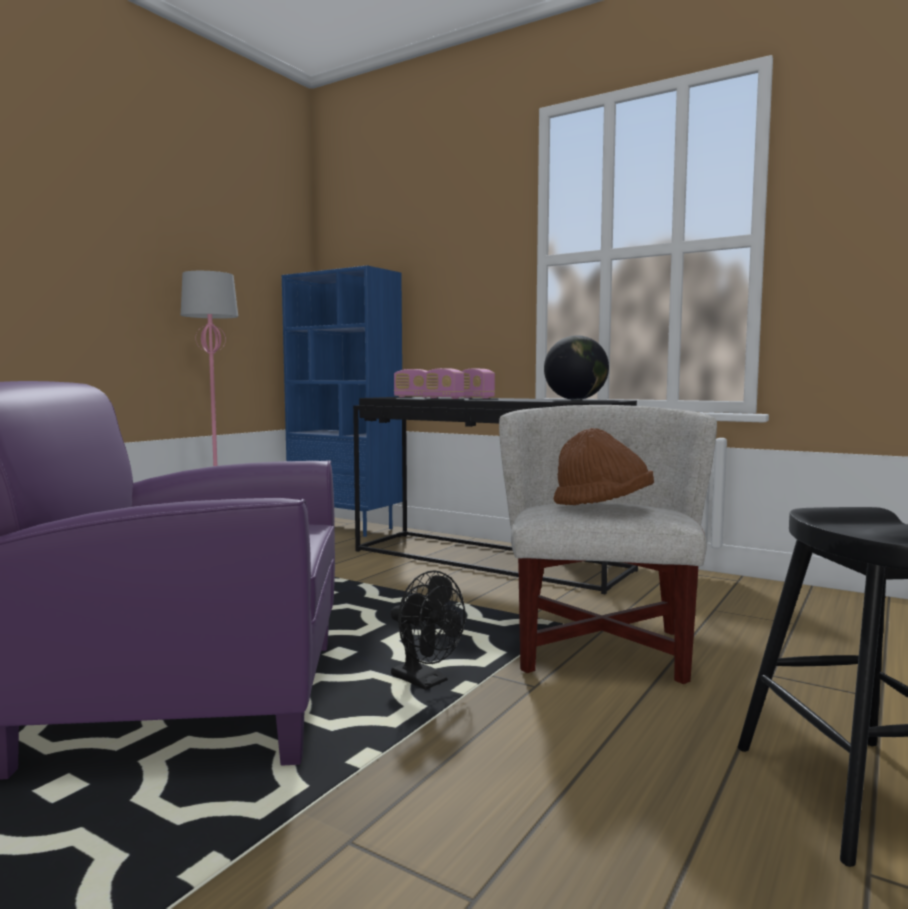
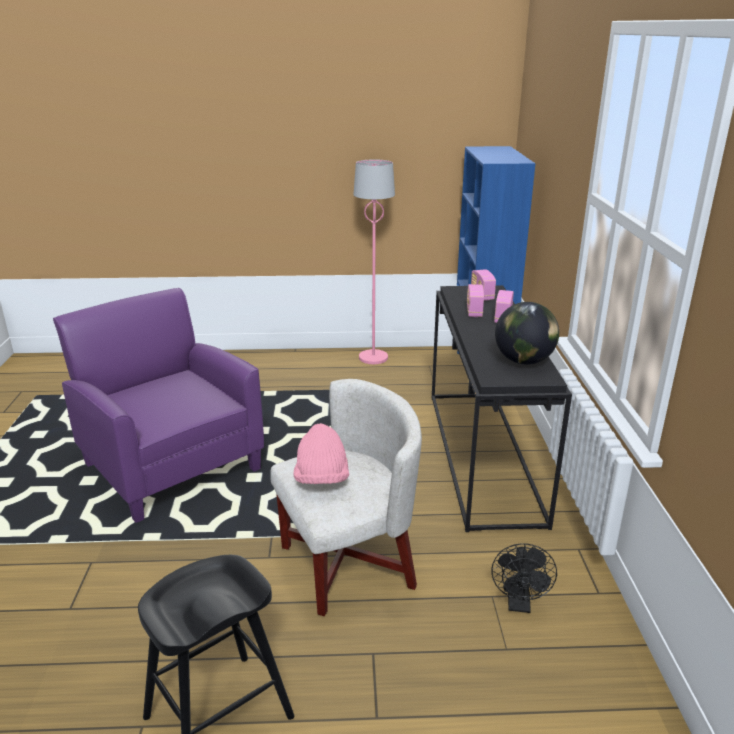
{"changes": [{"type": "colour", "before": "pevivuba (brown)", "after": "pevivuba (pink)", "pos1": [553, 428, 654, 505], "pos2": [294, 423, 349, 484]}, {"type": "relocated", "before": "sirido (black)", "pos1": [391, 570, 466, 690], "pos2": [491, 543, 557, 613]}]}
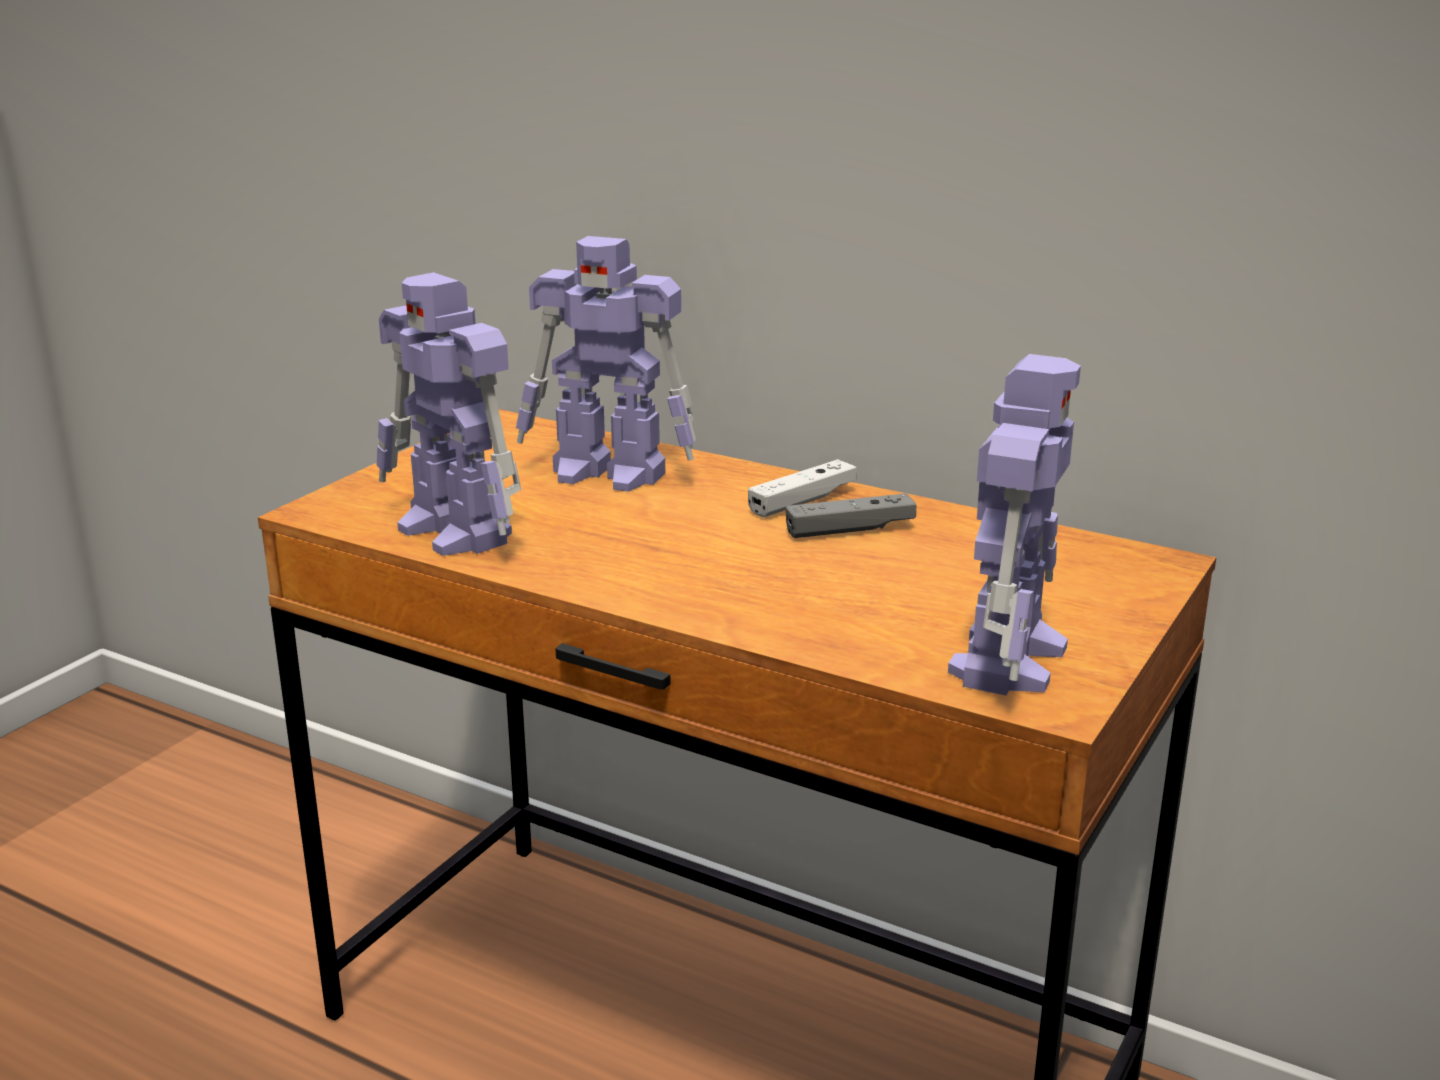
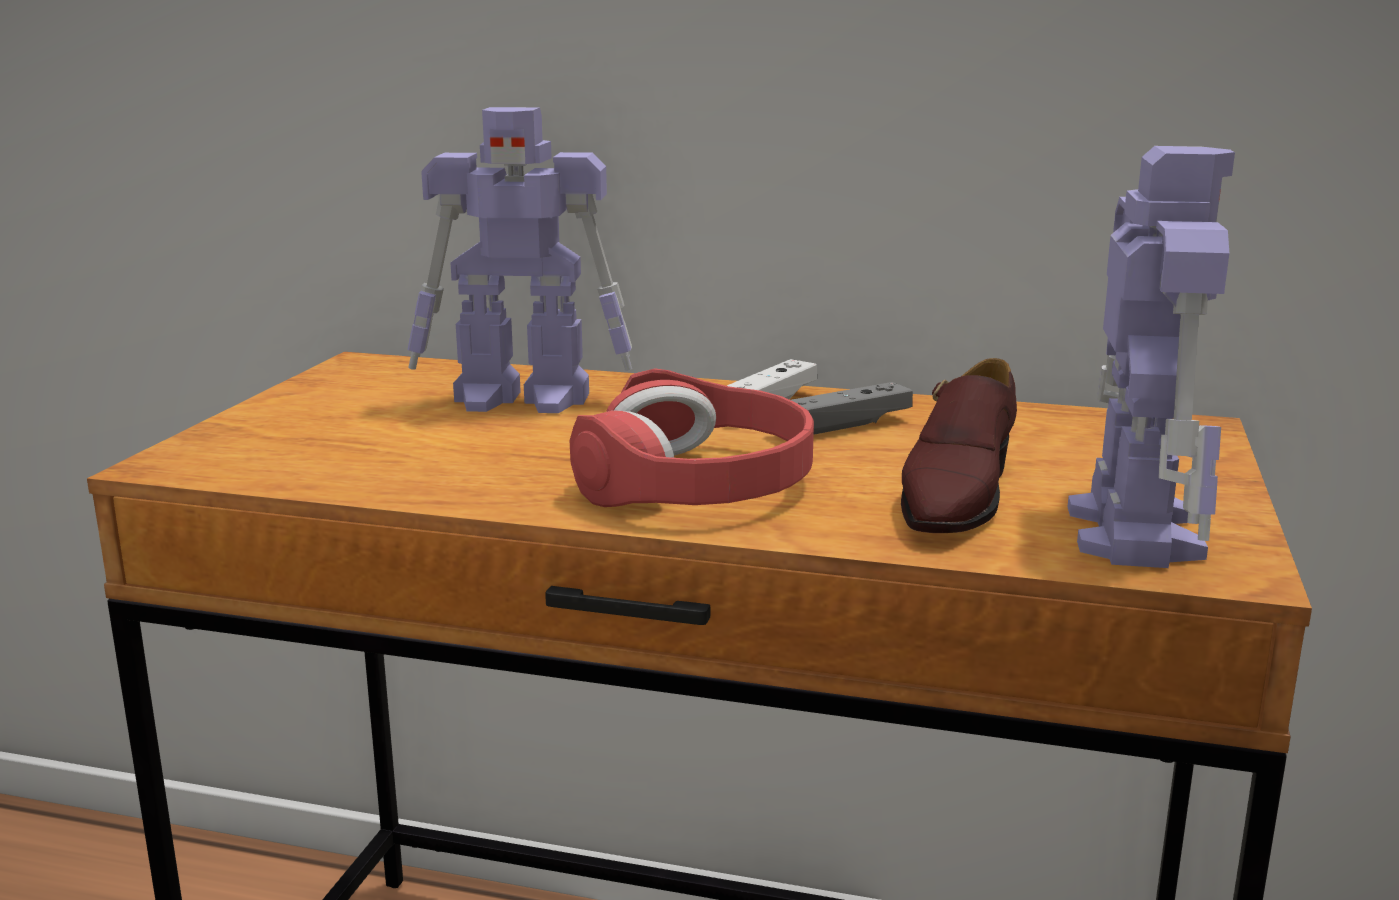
{"changes": [{"type": "appeared", "after": "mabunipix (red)", "pos2": [570, 368, 814, 507]}, {"type": "appeared", "after": "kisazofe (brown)", "pos2": [901, 358, 1017, 533]}, {"type": "missing", "before": "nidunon", "pos1": [376, 272, 521, 556]}]}
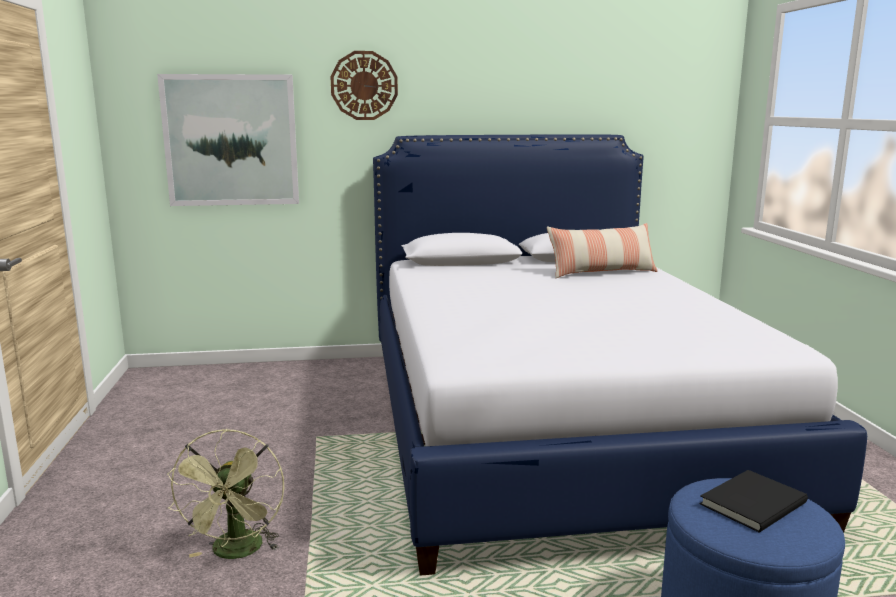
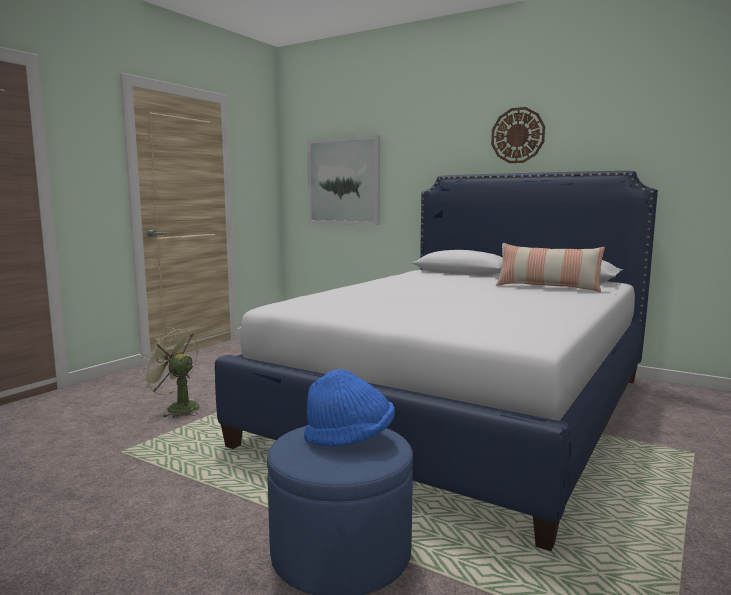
{"changes": [{"type": "spun", "before": "sirido (green)", "pos1": [167, 429, 284, 559], "pos2": [139, 327, 199, 418], "turn": 75}, {"type": "exchanged", "before": "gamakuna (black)", "after": "pevivuba (blue)", "pos1": [700, 470, 808, 533], "pos2": [304, 369, 395, 447]}, {"type": "relocated", "before": "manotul", "pos1": [330, 51, 398, 120], "pos2": [491, 107, 545, 163]}]}
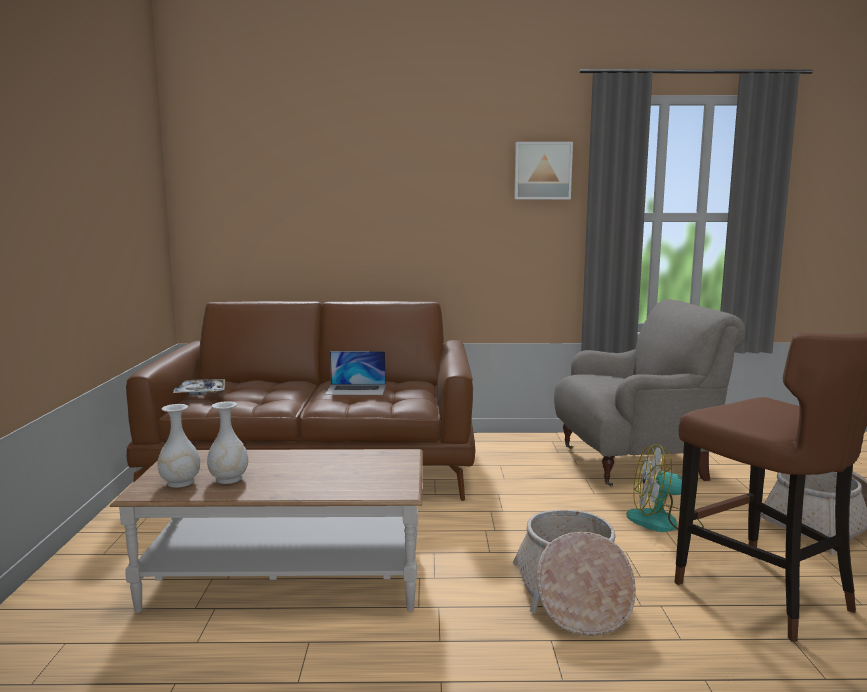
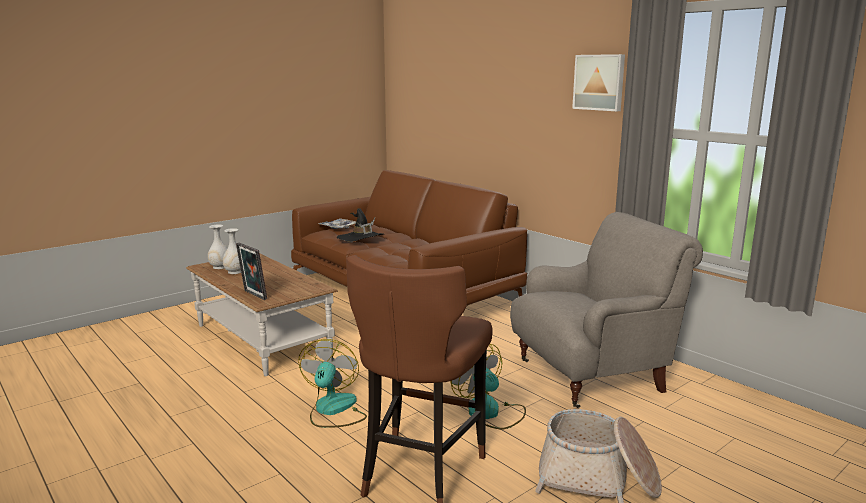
{"changes": [{"type": "appeared", "after": "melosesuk", "pos2": [236, 243, 267, 300]}, {"type": "exchanged", "before": "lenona", "after": "sirido", "pos1": [513, 510, 636, 636], "pos2": [298, 339, 367, 428]}, {"type": "appeared", "after": "pevivuba (black)", "pos2": [337, 208, 384, 242]}, {"type": "spun", "before": "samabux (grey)", "pos1": [554, 299, 746, 487], "pos2": [510, 212, 703, 408], "turn": -60}, {"type": "missing", "before": "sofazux", "pos1": [325, 351, 386, 395]}]}
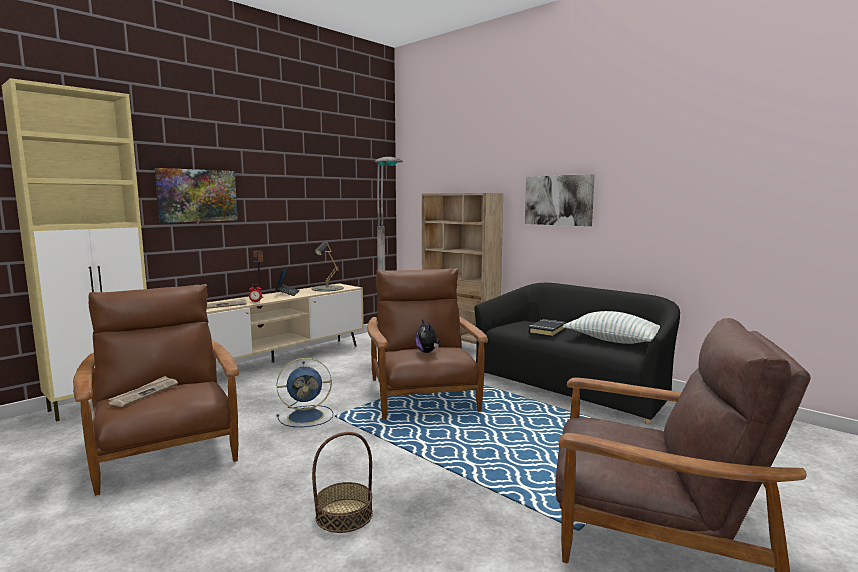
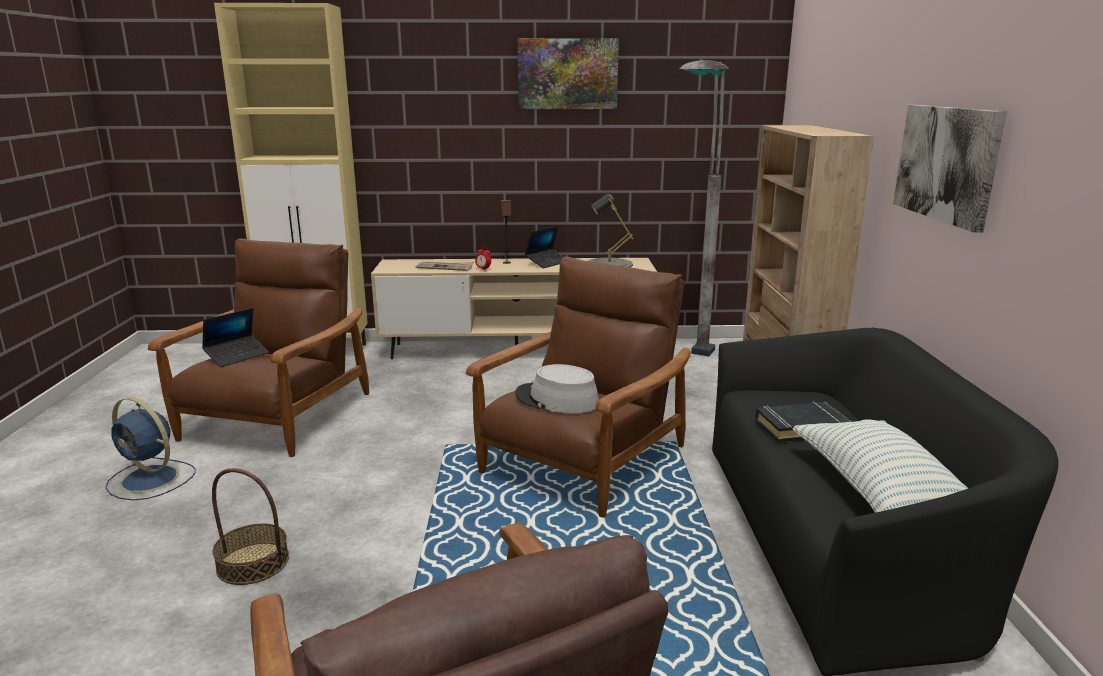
{"changes": [{"type": "relocated", "before": "sirido (blue)", "pos1": [277, 358, 333, 427], "pos2": [105, 397, 196, 500]}, {"type": "exchanged", "before": "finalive", "after": "sofazux", "pos1": [108, 376, 178, 407], "pos2": [202, 308, 269, 367]}, {"type": "exchanged", "before": "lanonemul", "after": "pevivuba (grey)", "pos1": [415, 319, 440, 353], "pos2": [515, 364, 599, 413]}, {"type": "relocated", "before": "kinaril", "pos1": [155, 168, 238, 223], "pos2": [518, 38, 619, 109]}]}
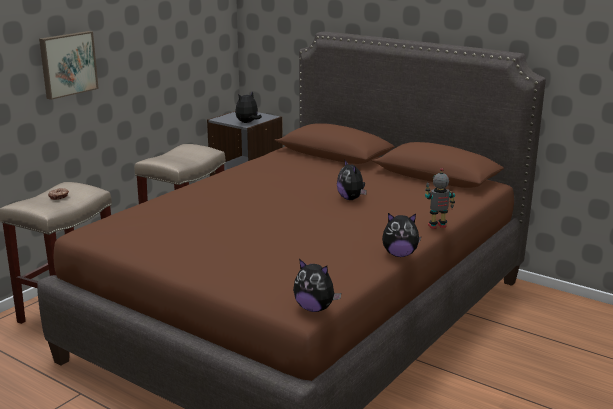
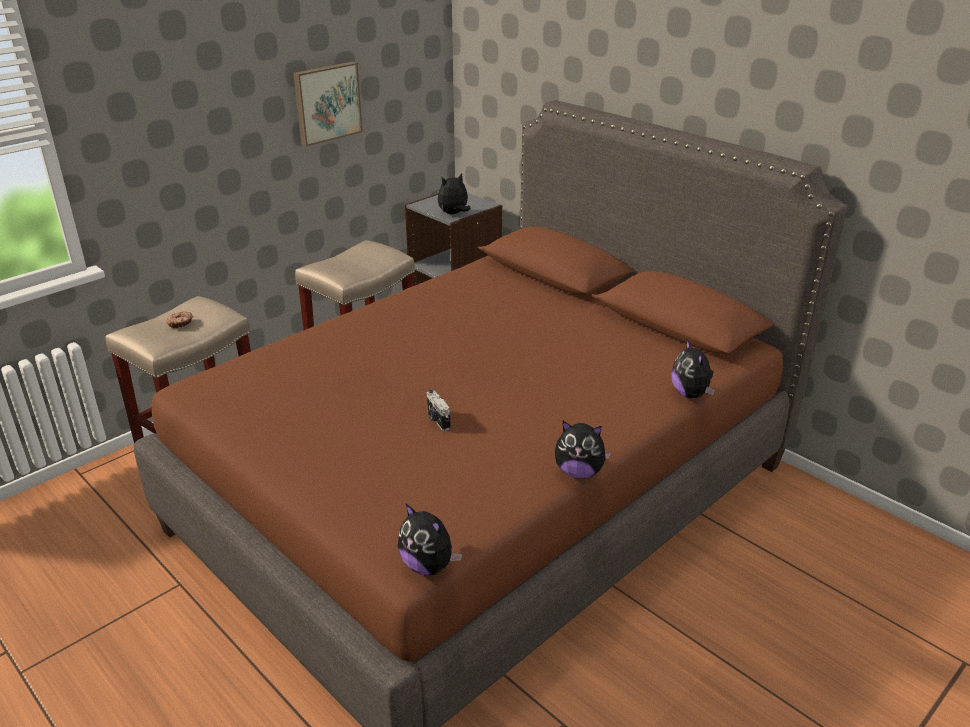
{"changes": [{"type": "relocated", "before": "kinaril", "pos1": [39, 31, 99, 100], "pos2": [293, 62, 363, 146]}, {"type": "appeared", "after": "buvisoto", "pos2": [427, 389, 451, 431]}, {"type": "relocated", "before": "lanonemul", "pos1": [337, 159, 367, 200], "pos2": [671, 339, 715, 398]}, {"type": "missing", "before": "nidunon", "pos1": [425, 168, 455, 229]}]}
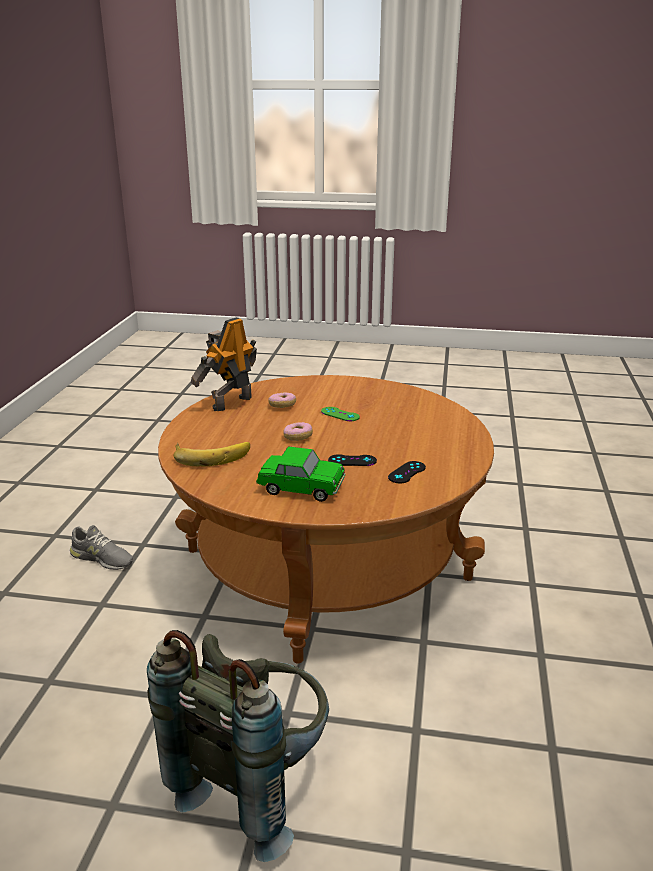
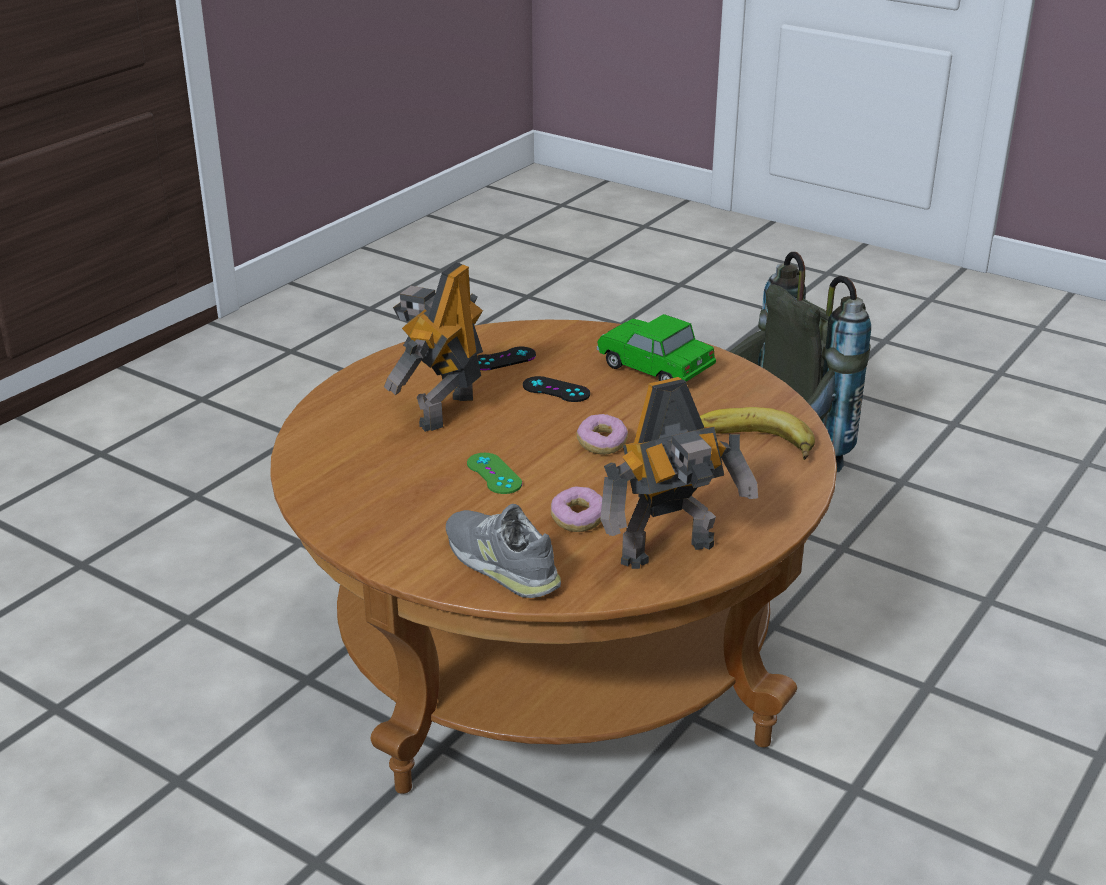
{"changes": [{"type": "appeared", "after": "nidunon", "pos2": [384, 262, 483, 432]}, {"type": "relocated", "before": "kisazofe (grey)", "pos1": [70, 525, 133, 570], "pos2": [446, 504, 561, 598]}]}
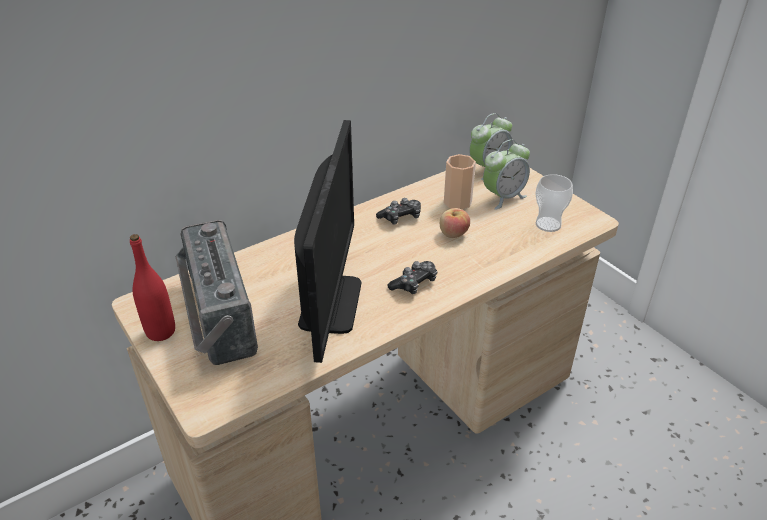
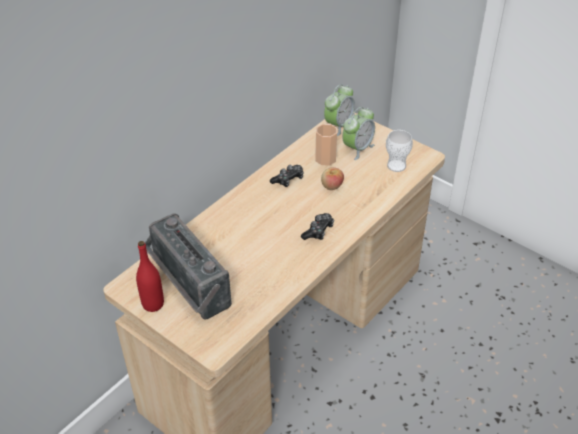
{"changes": [{"type": "missing", "before": "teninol", "pos1": [294, 120, 361, 363]}]}
